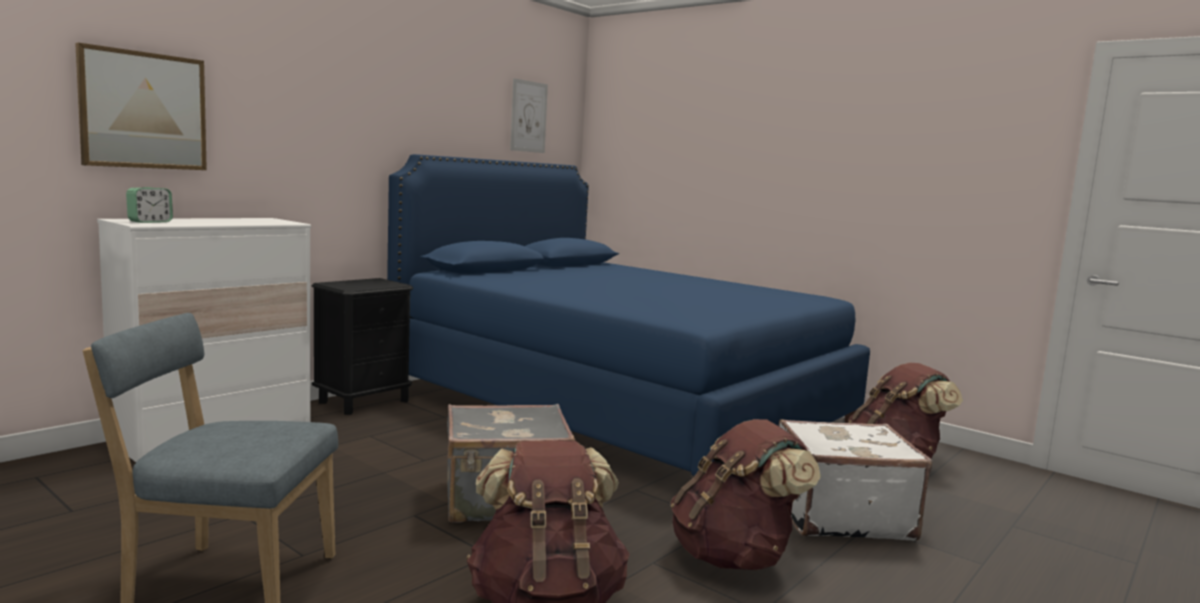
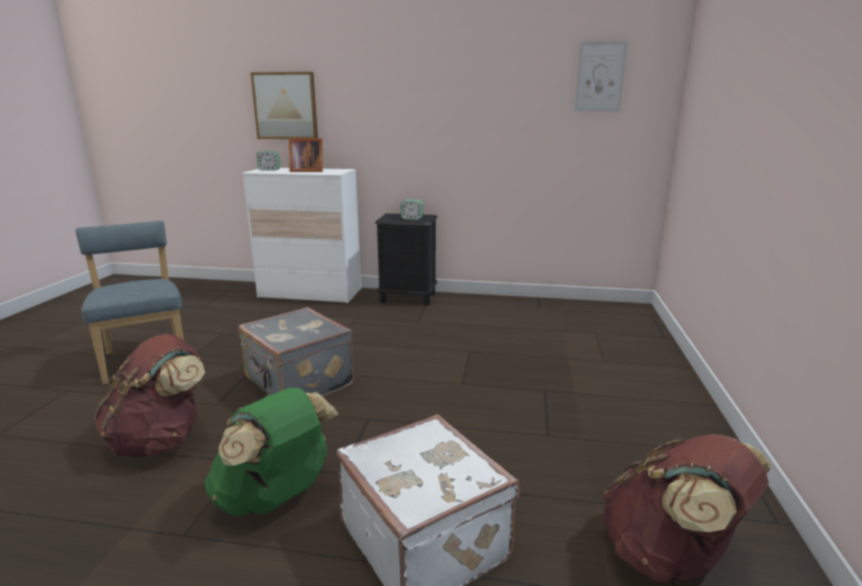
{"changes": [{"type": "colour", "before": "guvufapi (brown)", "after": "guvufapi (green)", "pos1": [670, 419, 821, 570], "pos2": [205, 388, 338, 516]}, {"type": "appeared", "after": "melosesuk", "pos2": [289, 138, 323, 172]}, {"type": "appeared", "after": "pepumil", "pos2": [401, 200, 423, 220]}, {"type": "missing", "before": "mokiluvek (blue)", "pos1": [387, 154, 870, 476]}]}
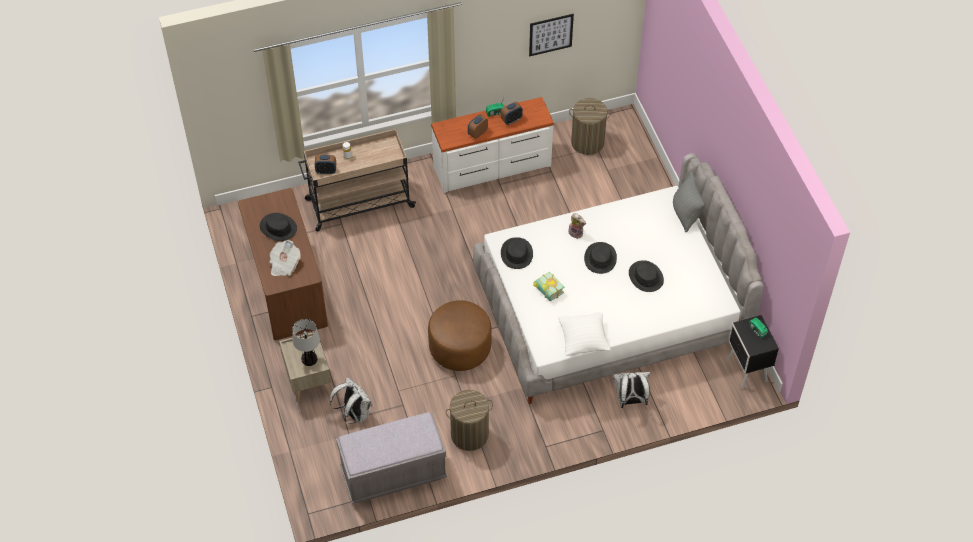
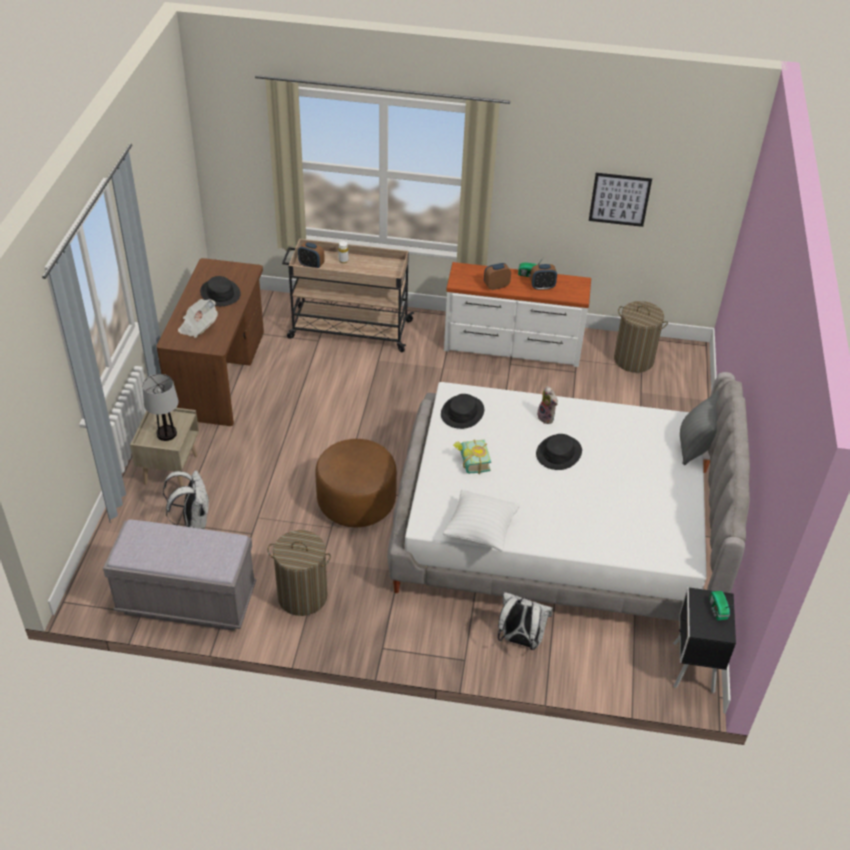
{"changes": [{"type": "missing", "before": "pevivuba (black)", "pos1": [629, 260, 664, 292]}]}
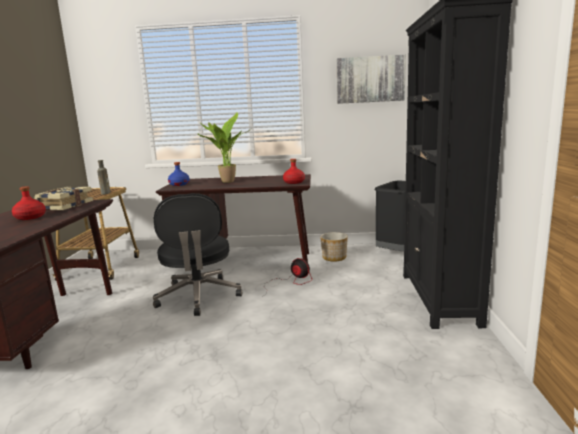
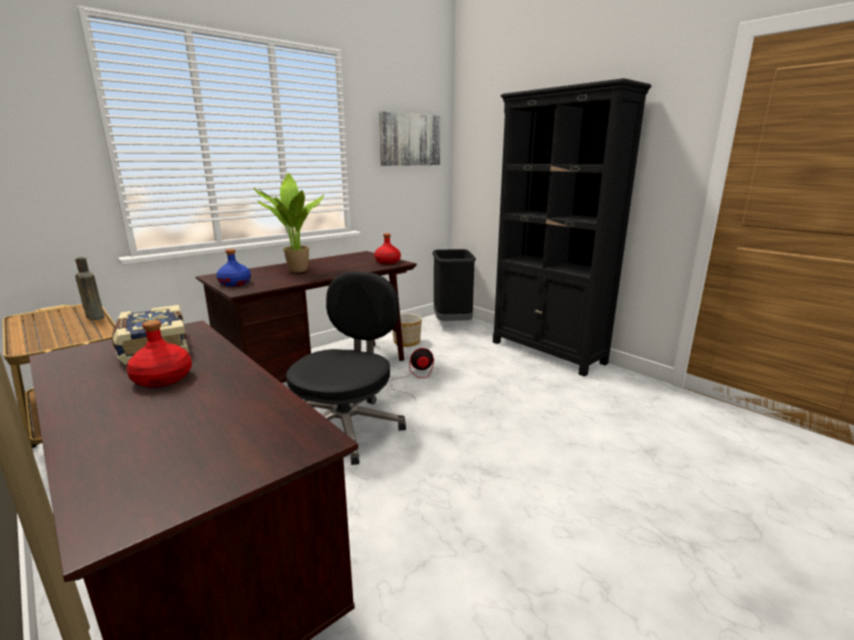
{"changes": [{"type": "spun", "before": "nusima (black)", "pos1": [153, 193, 242, 316], "pos2": [286, 271, 406, 465], "turn": -105}]}
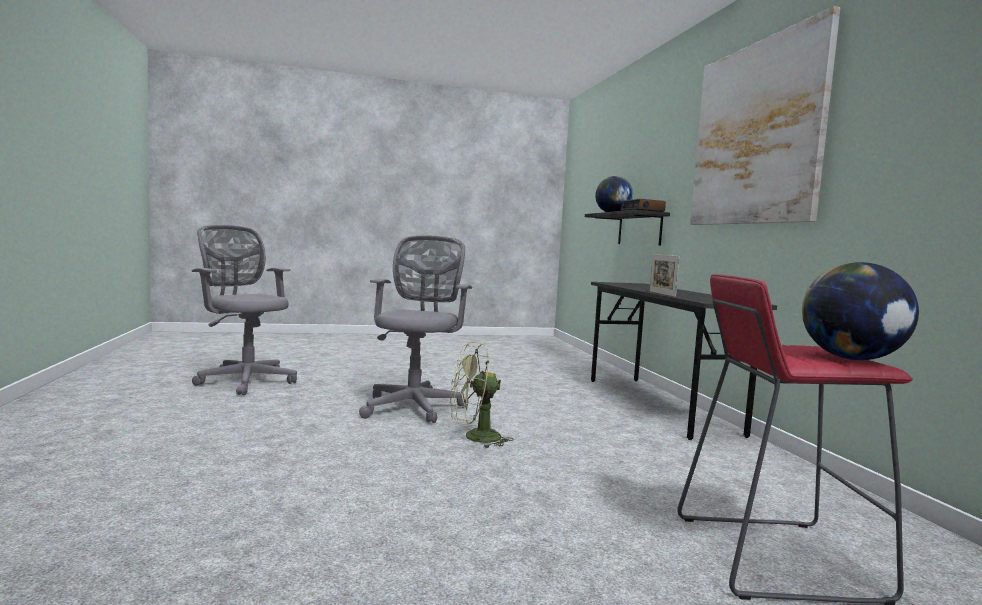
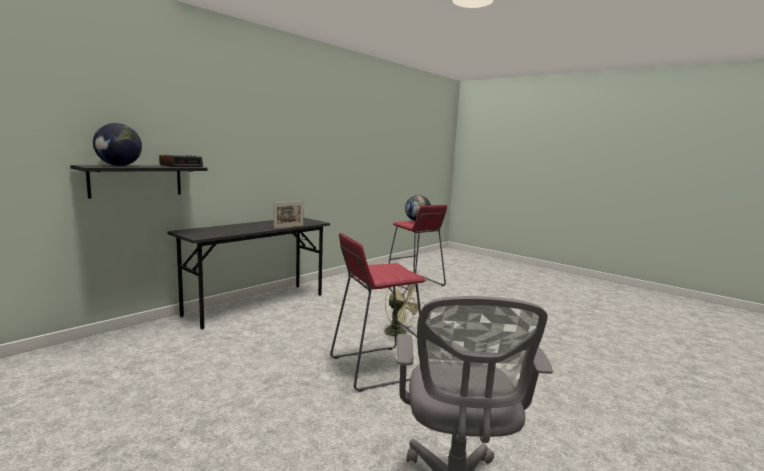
{"changes": [{"type": "exchanged", "before": "nusima (grey)", "after": "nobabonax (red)", "pos1": [359, 235, 472, 423], "pos2": [330, 233, 425, 392]}, {"type": "missing", "before": "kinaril", "pos1": [690, 6, 840, 225]}]}
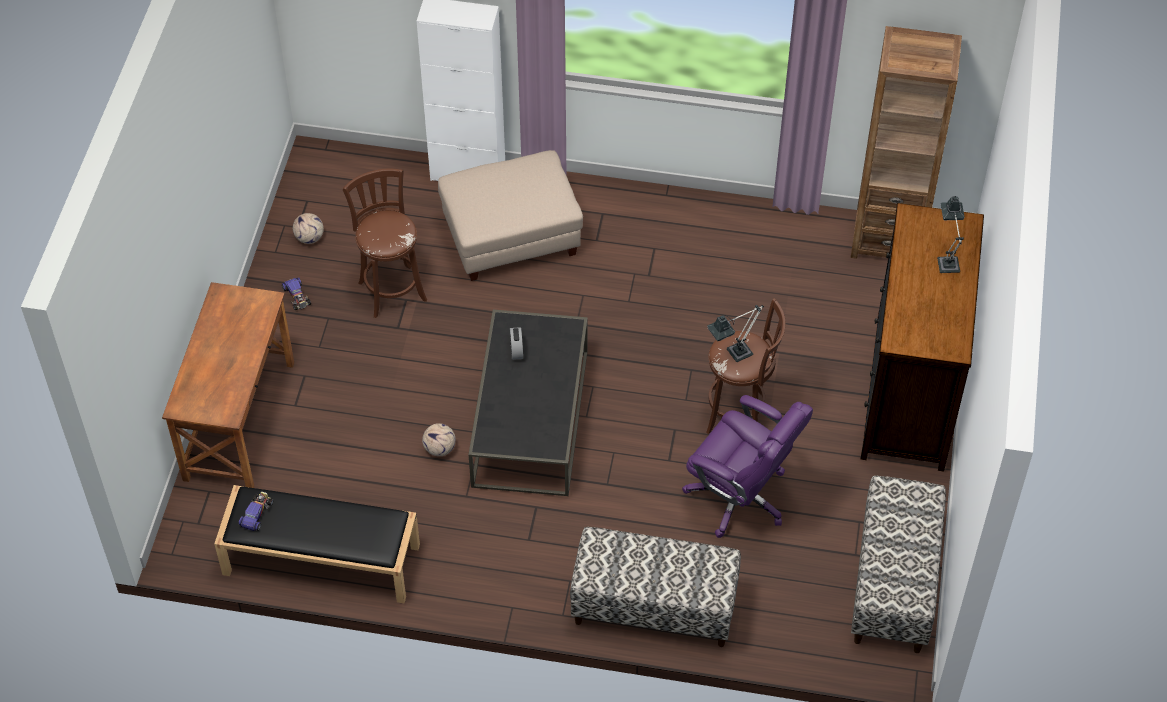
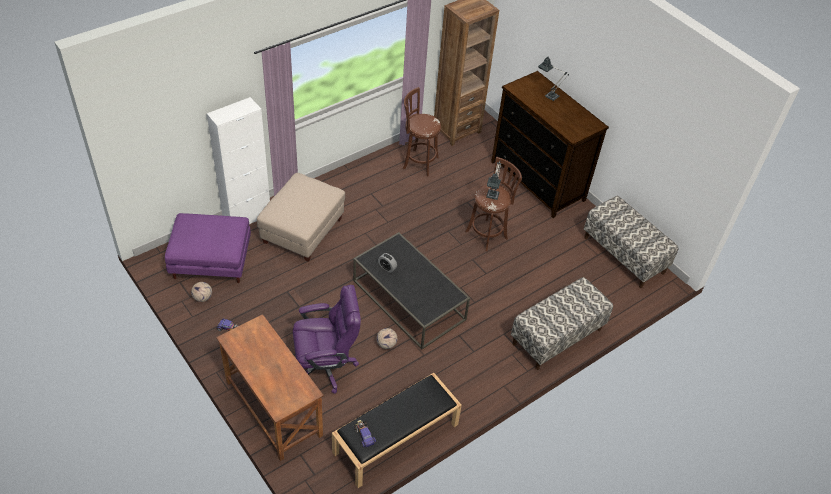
{"changes": [{"type": "appeared", "after": "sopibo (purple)", "pos2": [165, 213, 251, 283]}, {"type": "relocated", "before": "nusima (purple)", "pos1": [682, 395, 813, 538], "pos2": [293, 285, 361, 394]}, {"type": "relocated", "before": "nobabonax (brown)", "pos1": [343, 168, 427, 318], "pos2": [403, 87, 441, 177]}]}
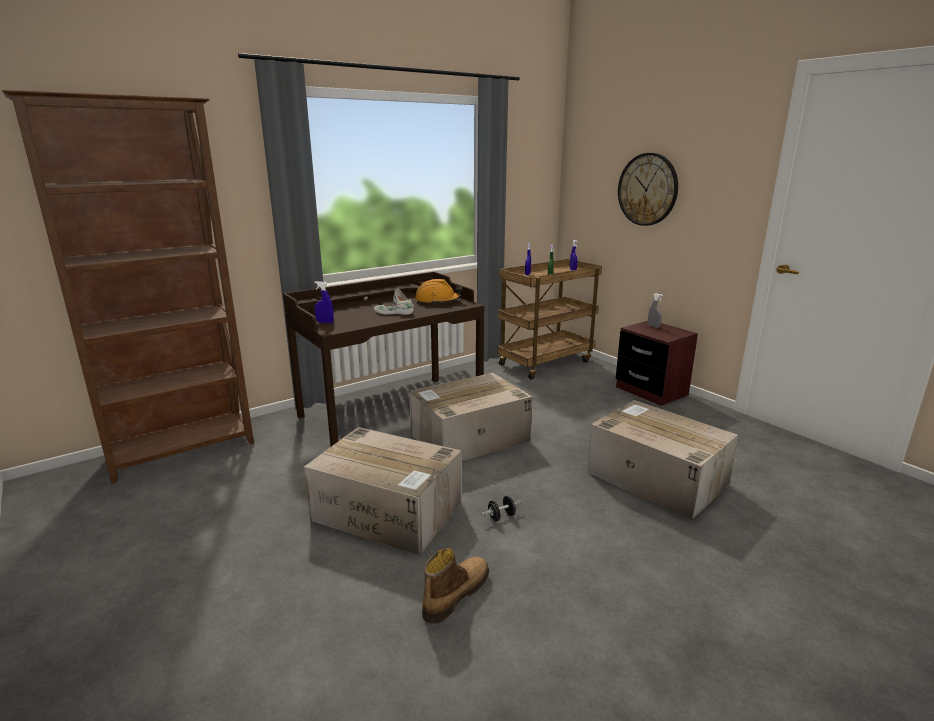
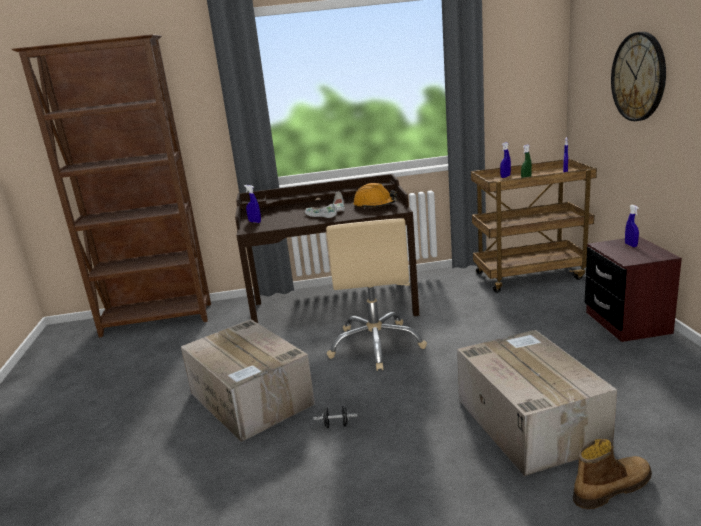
{"changes": [{"type": "exchanged", "before": "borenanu", "after": "nusima (beige)", "pos1": [409, 373, 532, 462], "pos2": [326, 218, 427, 371]}, {"type": "relocated", "before": "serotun", "pos1": [422, 548, 489, 624], "pos2": [573, 439, 652, 509]}, {"type": "colour", "before": "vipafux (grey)", "after": "vipafux (blue)", "pos1": [648, 293, 663, 328], "pos2": [625, 205, 639, 247]}]}
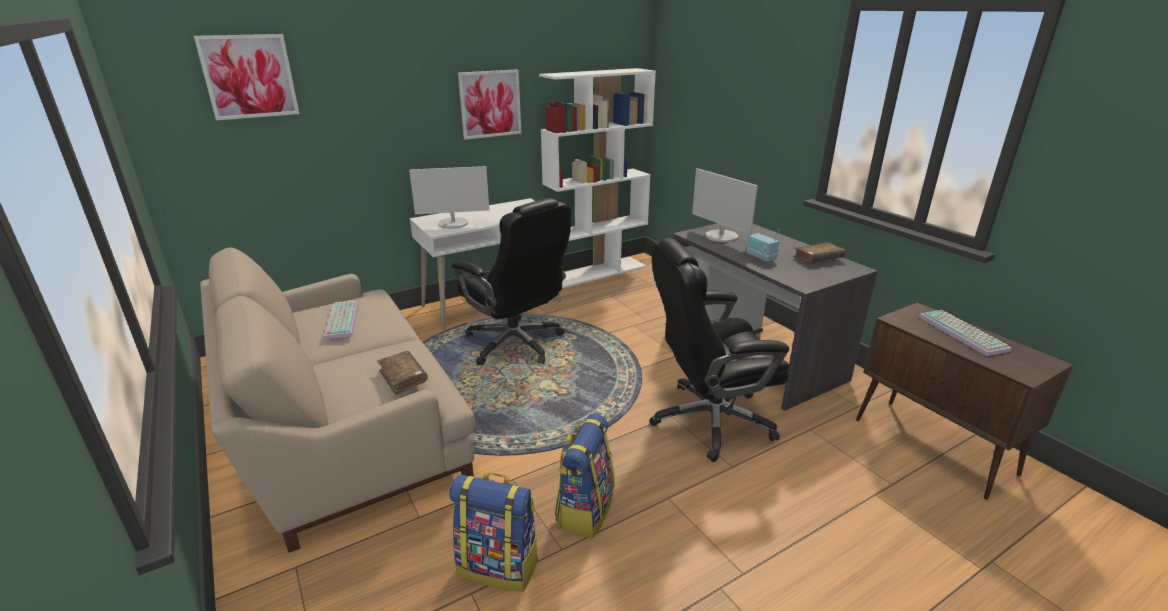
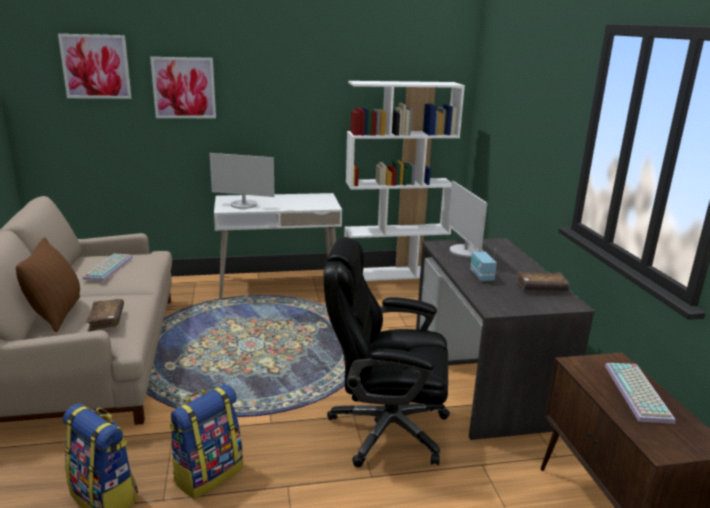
{"changes": [{"type": "appeared", "after": "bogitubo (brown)", "pos2": [16, 237, 80, 332]}, {"type": "relocated", "before": "kinaril", "pos1": [458, 69, 521, 140], "pos2": [150, 57, 216, 118]}, {"type": "missing", "before": "nusima (black)", "pos1": [452, 198, 571, 365]}]}
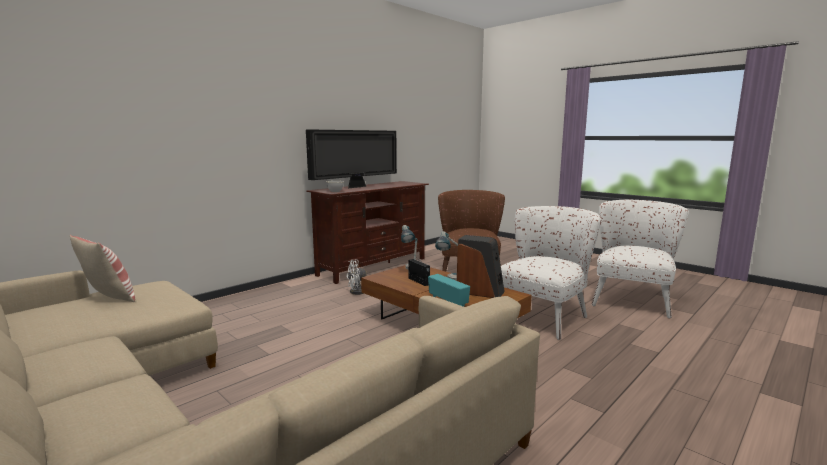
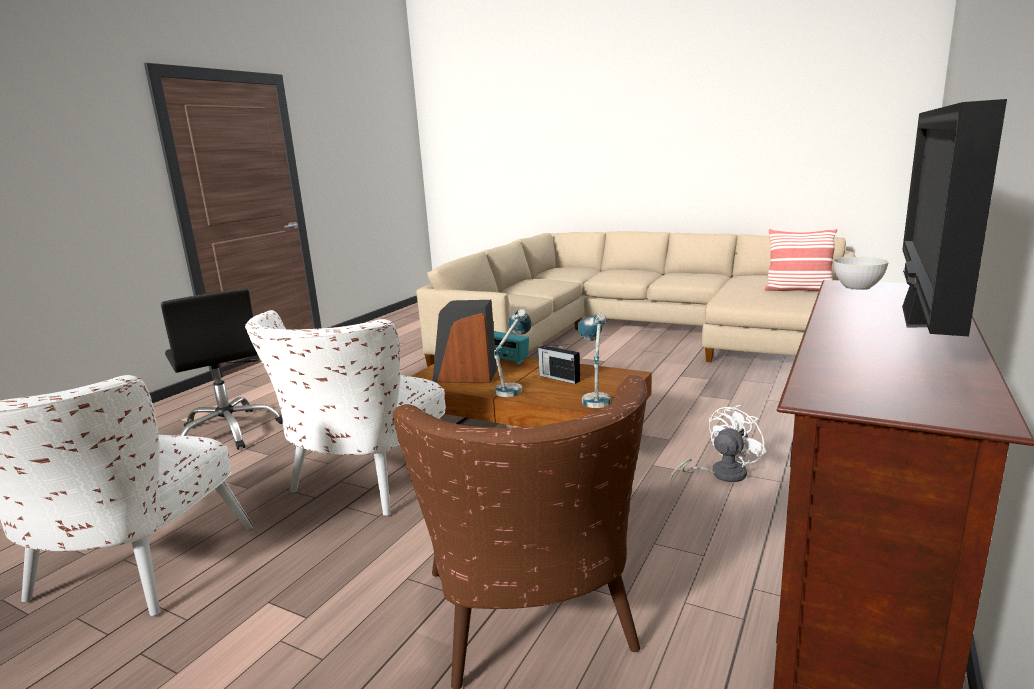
{"changes": [{"type": "appeared", "after": "nusima (black)", "pos2": [161, 288, 283, 450]}]}
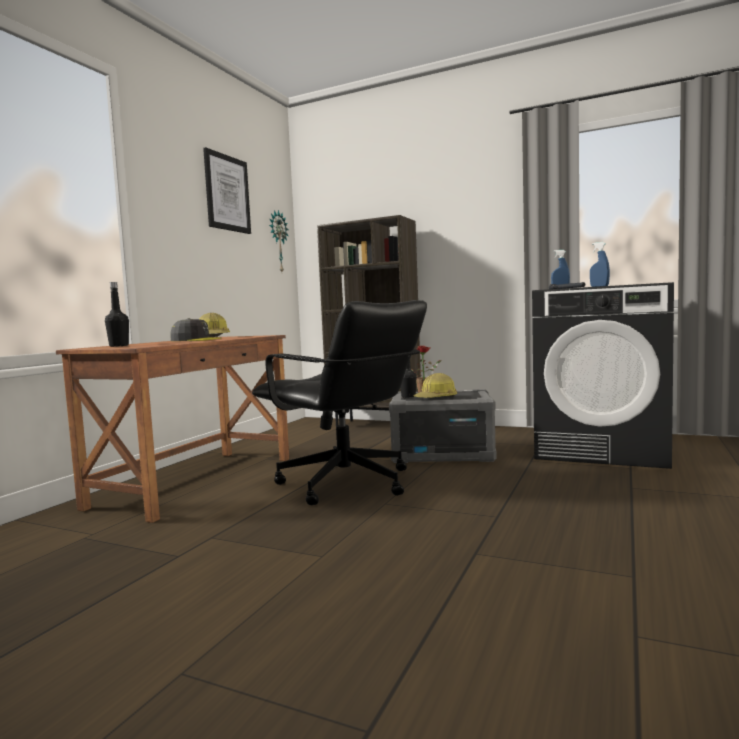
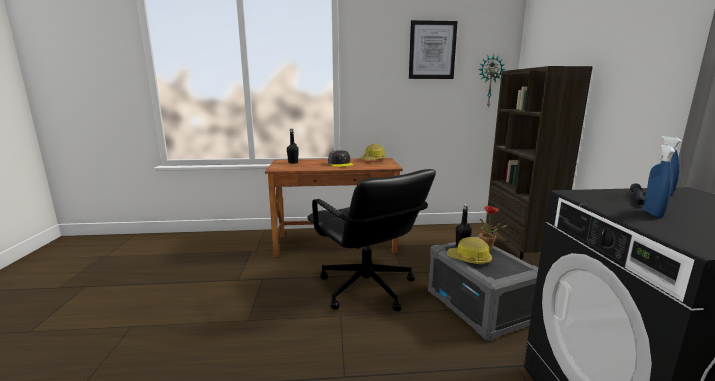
{"changes": [{"type": "spun", "before": "nusima (black)", "pos1": [252, 300, 427, 505], "pos2": [307, 169, 436, 311], "turn": -45}]}
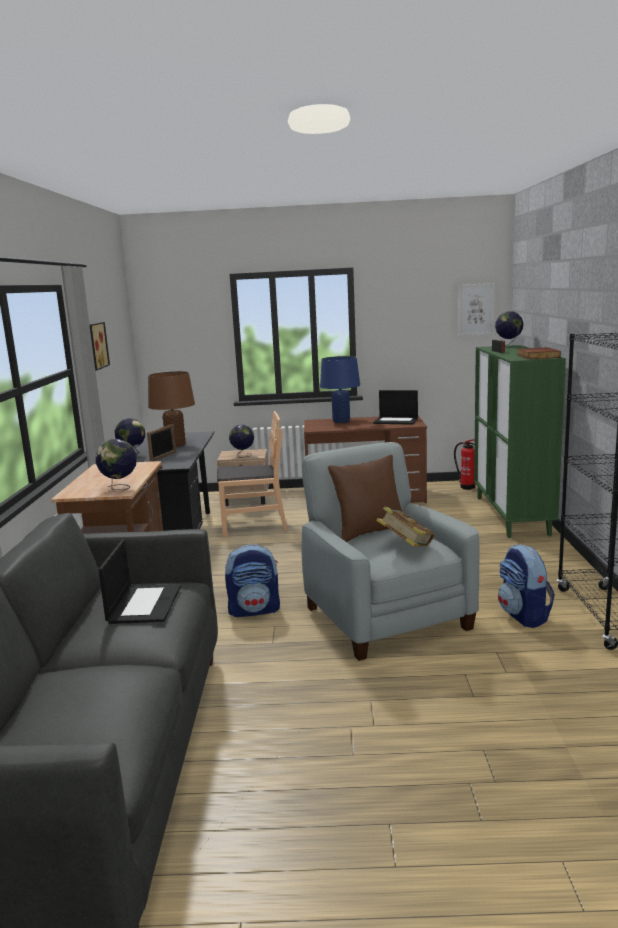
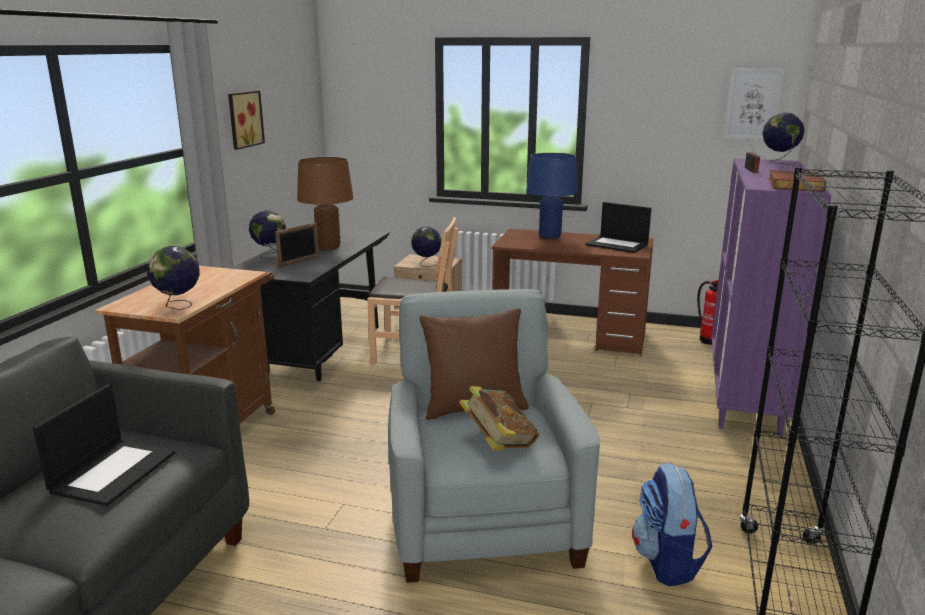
{"changes": [{"type": "colour", "before": "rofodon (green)", "after": "rofodon (purple)", "pos1": [474, 345, 566, 538], "pos2": [712, 158, 831, 437]}, {"type": "missing", "before": "guvufapi", "pos1": [225, 544, 280, 617]}]}
